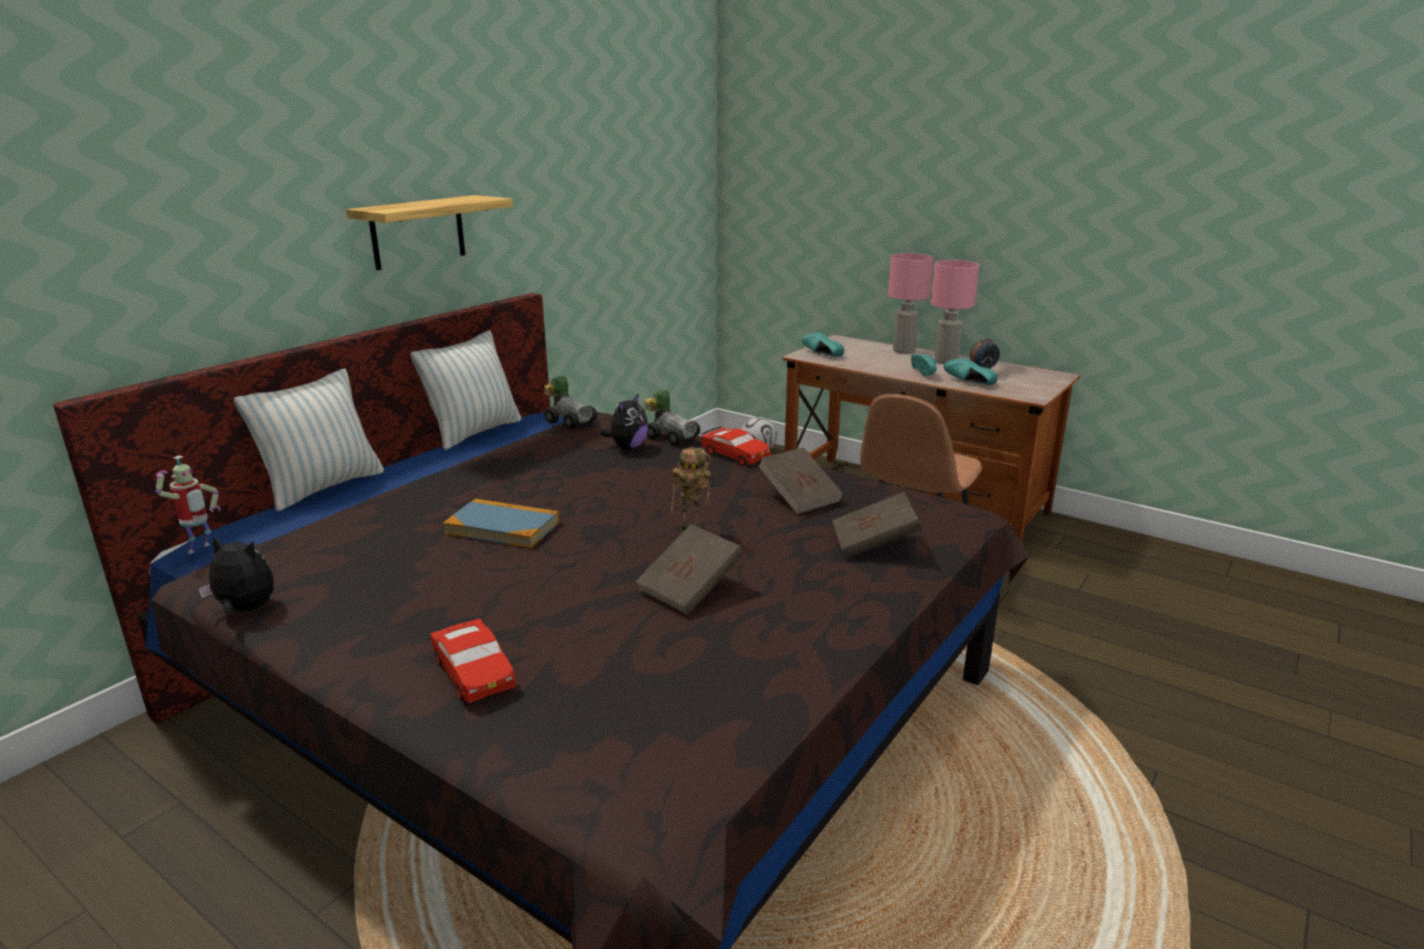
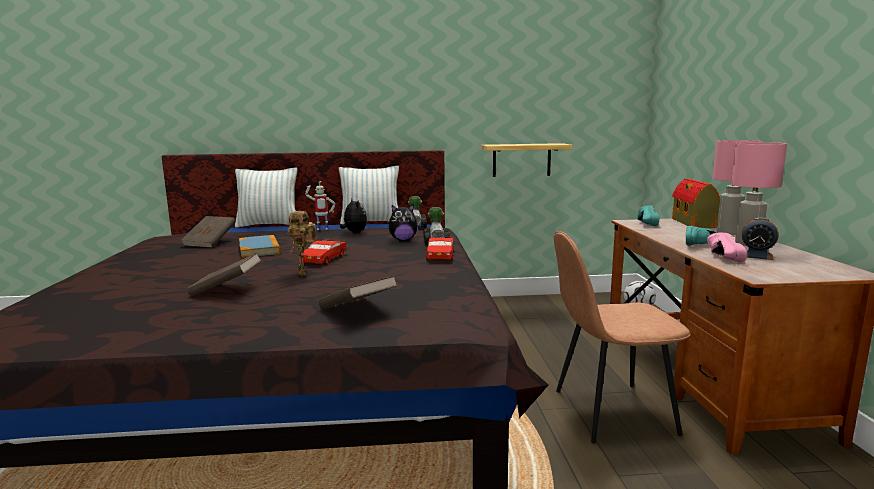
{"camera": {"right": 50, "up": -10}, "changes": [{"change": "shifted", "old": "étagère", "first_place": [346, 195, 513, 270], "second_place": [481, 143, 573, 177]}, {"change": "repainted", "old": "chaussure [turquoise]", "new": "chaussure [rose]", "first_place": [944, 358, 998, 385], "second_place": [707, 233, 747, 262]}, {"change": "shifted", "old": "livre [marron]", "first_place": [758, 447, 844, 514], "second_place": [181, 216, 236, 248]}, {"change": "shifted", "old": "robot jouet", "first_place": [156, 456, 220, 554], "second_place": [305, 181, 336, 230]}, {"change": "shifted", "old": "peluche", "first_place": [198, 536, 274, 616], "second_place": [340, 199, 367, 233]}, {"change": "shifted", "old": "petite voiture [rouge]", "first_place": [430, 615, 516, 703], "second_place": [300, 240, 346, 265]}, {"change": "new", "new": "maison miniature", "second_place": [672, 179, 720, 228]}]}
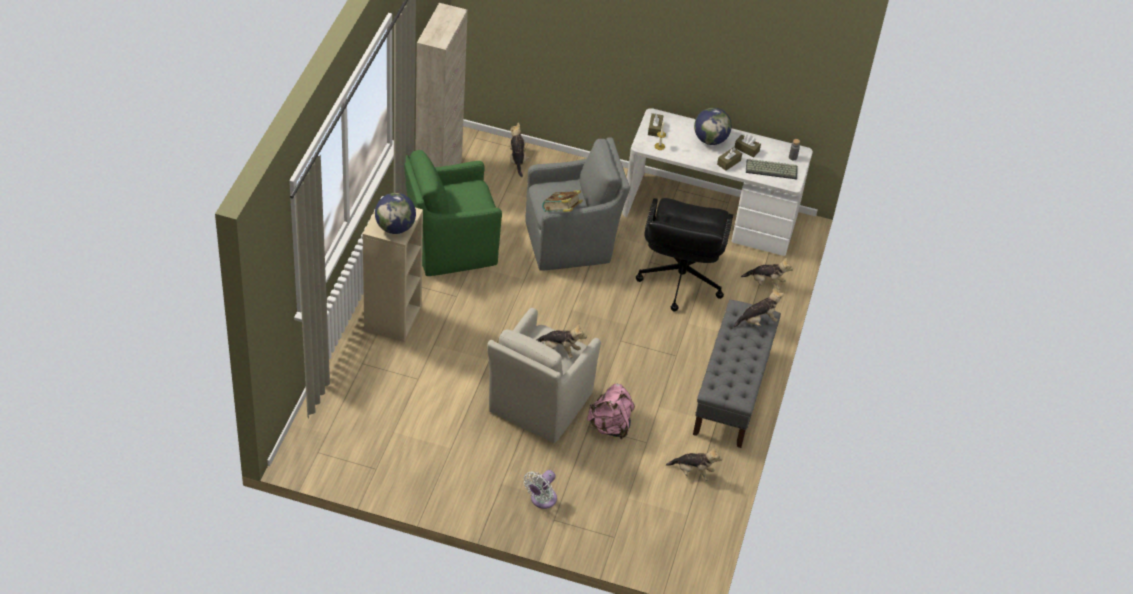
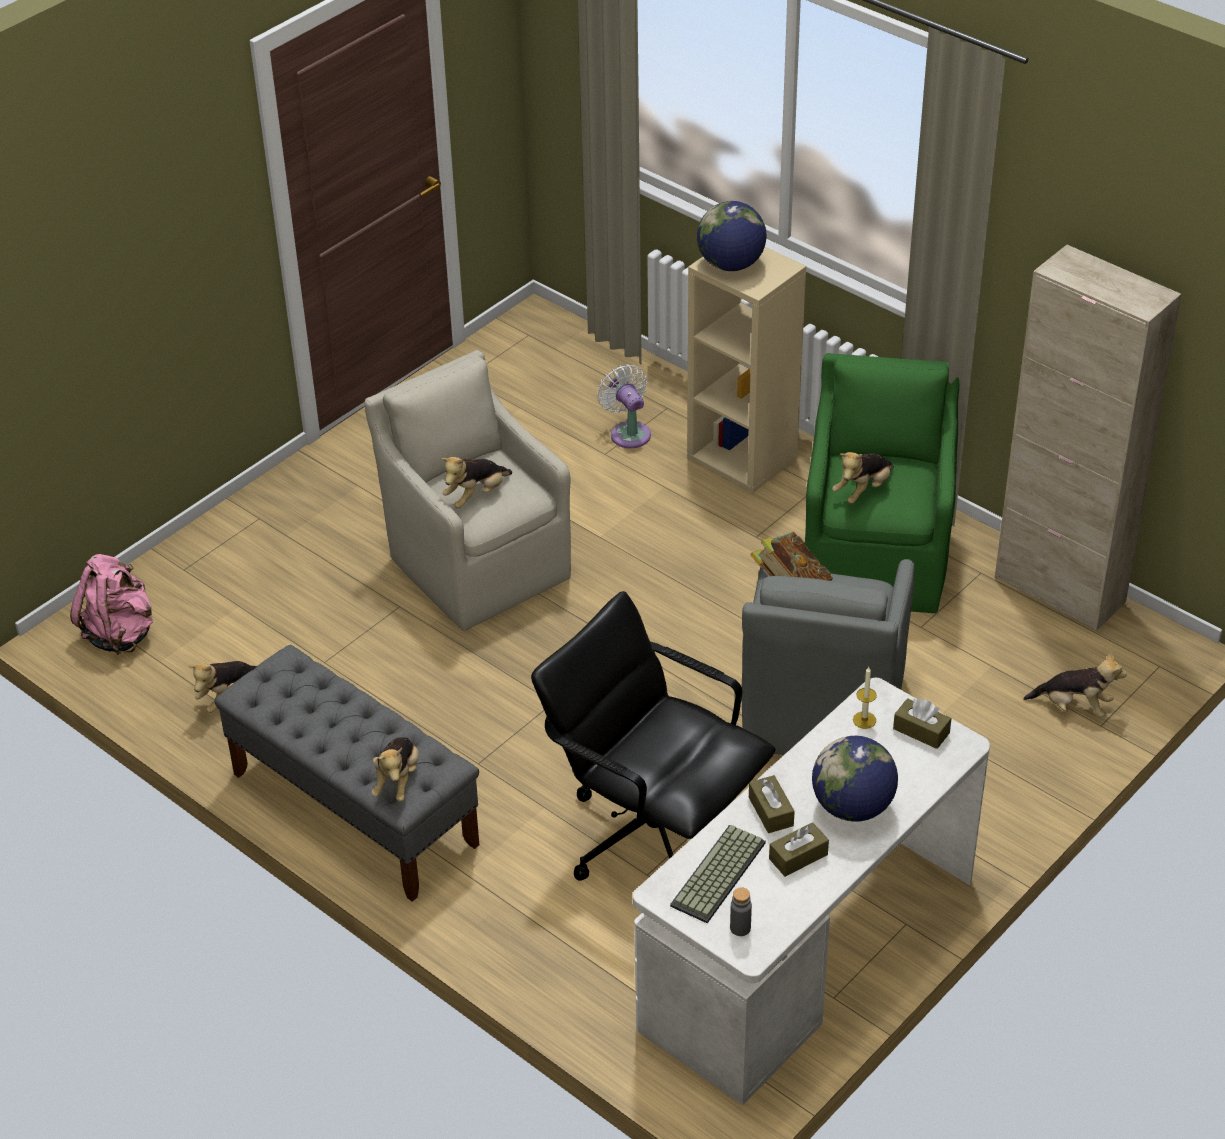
{"camera": {"right": 120, "up": -5}, "changes": [{"change": "shifted", "old": "peluche", "first_place": [741, 257, 793, 290], "second_place": [832, 452, 894, 504]}, {"change": "shifted", "old": "sac à dos [rose]", "first_place": [587, 384, 635, 439], "second_place": [70, 554, 153, 655]}, {"change": "shifted", "old": "ventilateur [blanc]", "first_place": [523, 470, 557, 509], "second_place": [597, 364, 651, 448]}]}
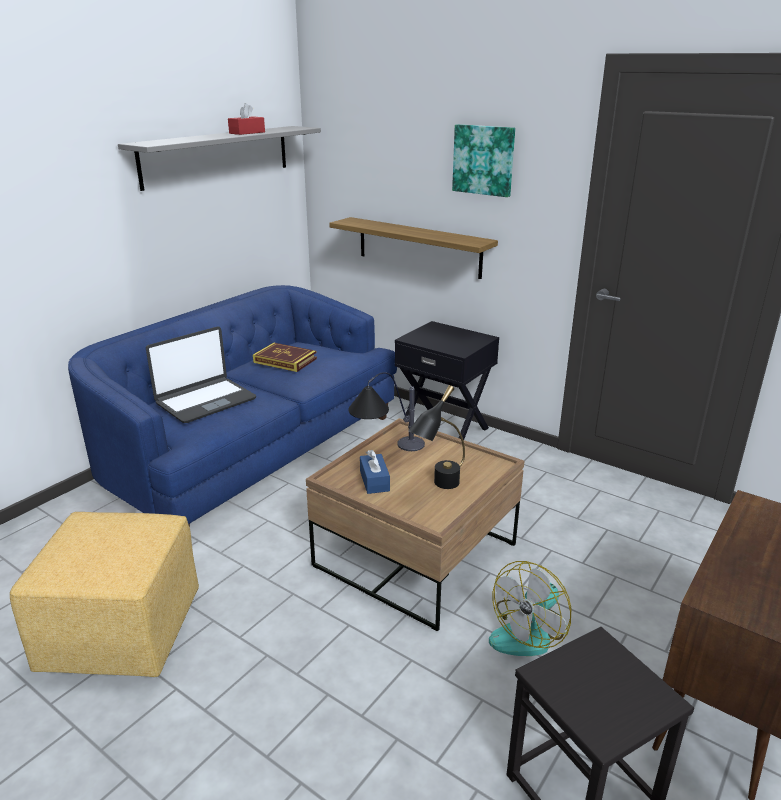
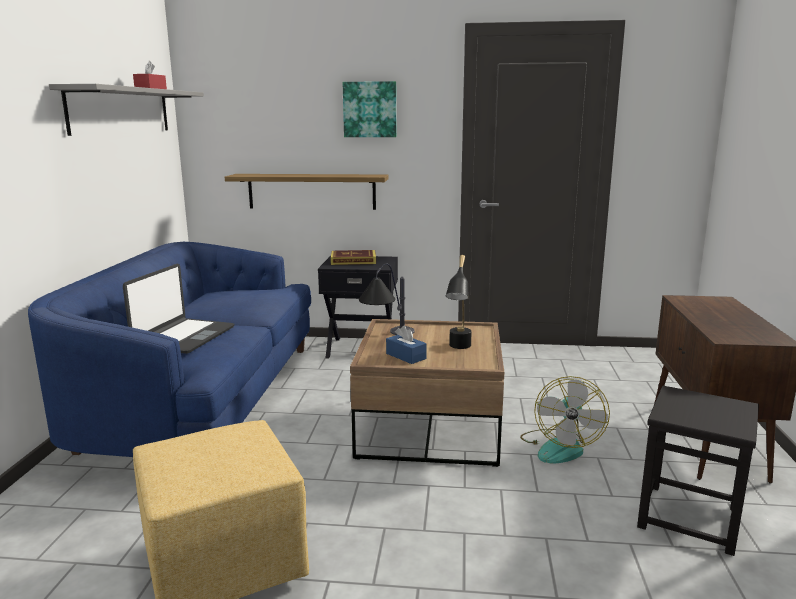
{"camera": {"right": -30, "up": -10}, "changes": [{"change": "shifted", "old": "livre", "first_place": [253, 343, 317, 372], "second_place": [331, 250, 376, 265]}]}
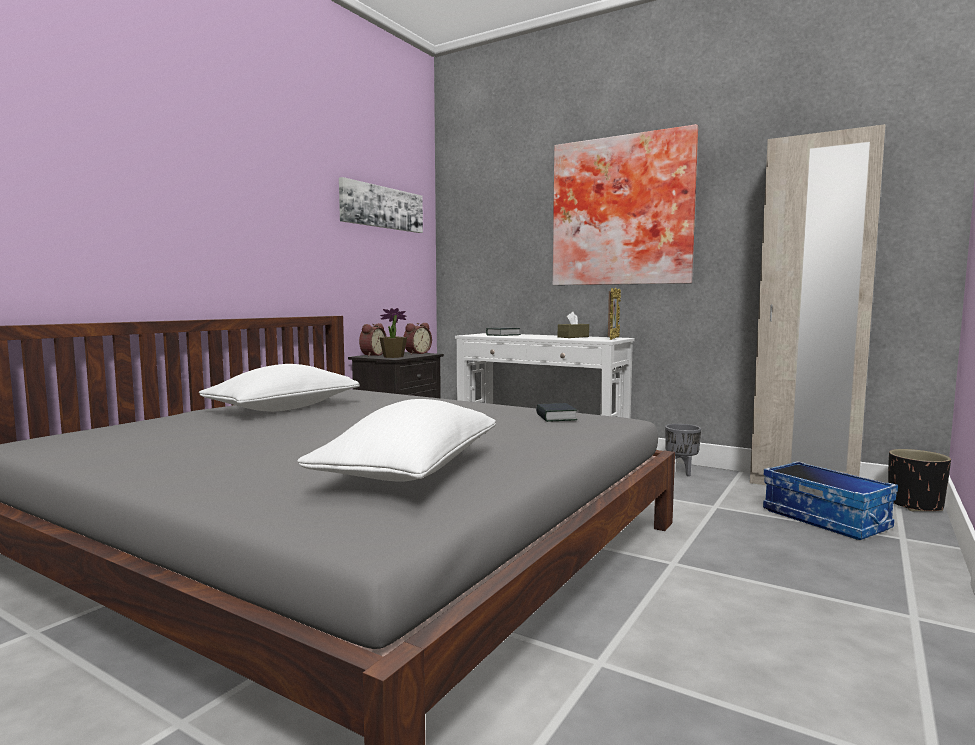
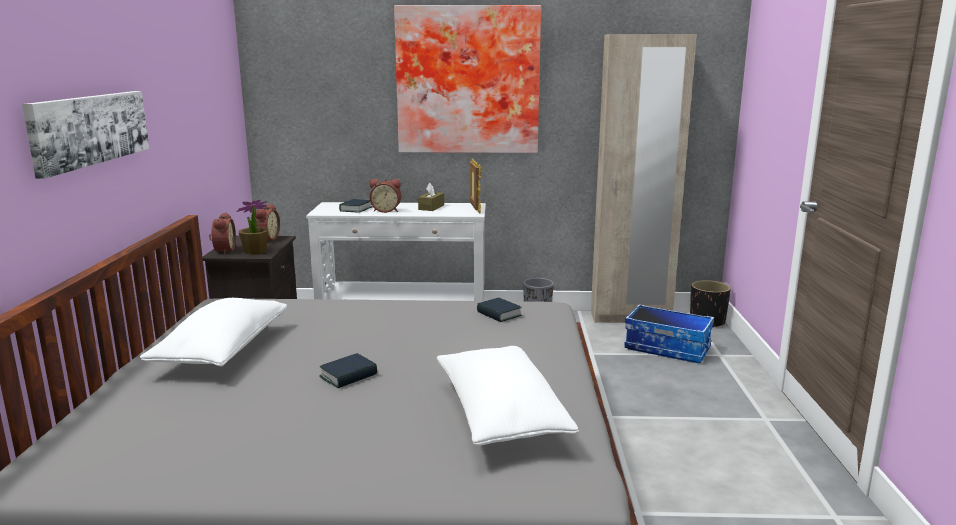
{"camera": {"right": -30, "up": 10}, "changes": [{"change": "shifted", "old": "tableau", "first_place": [339, 177, 423, 233], "second_place": [22, 91, 149, 179]}, {"change": "new", "new": "réveil", "second_place": [370, 179, 401, 213]}, {"change": "new", "new": "livre", "second_place": [319, 353, 377, 388]}]}
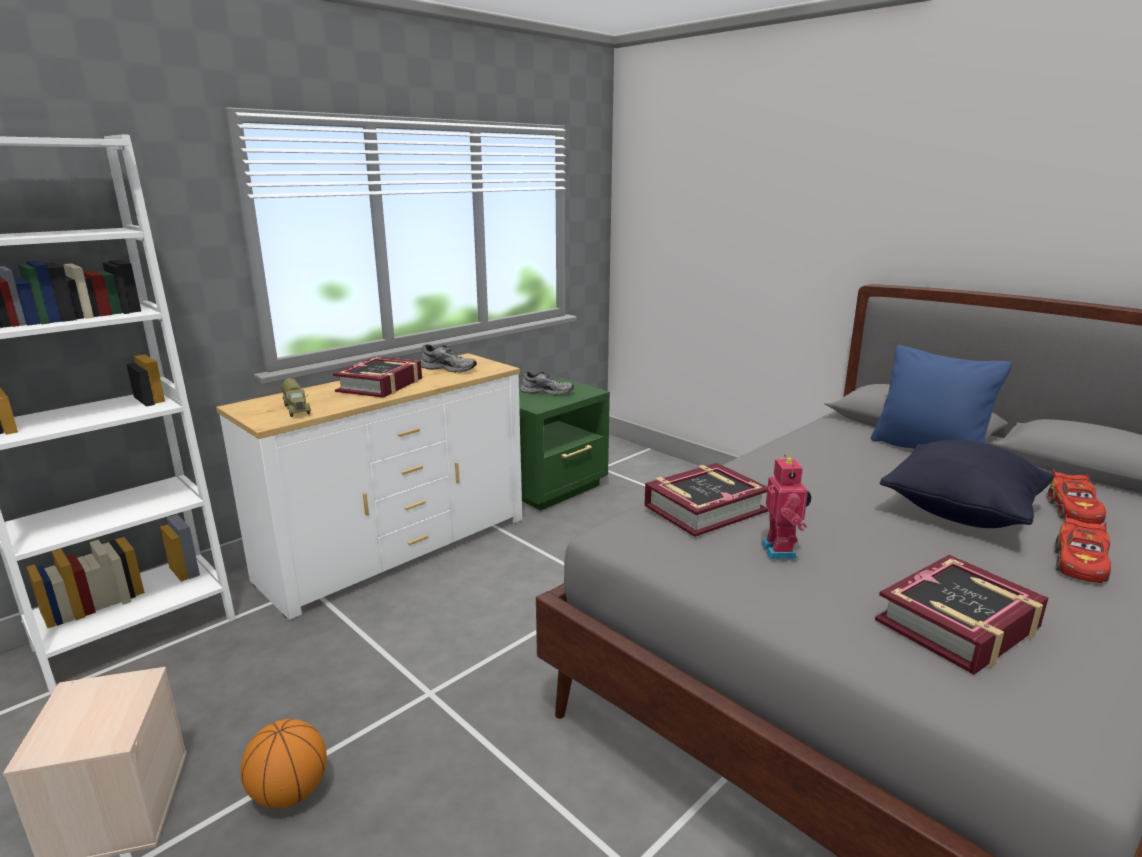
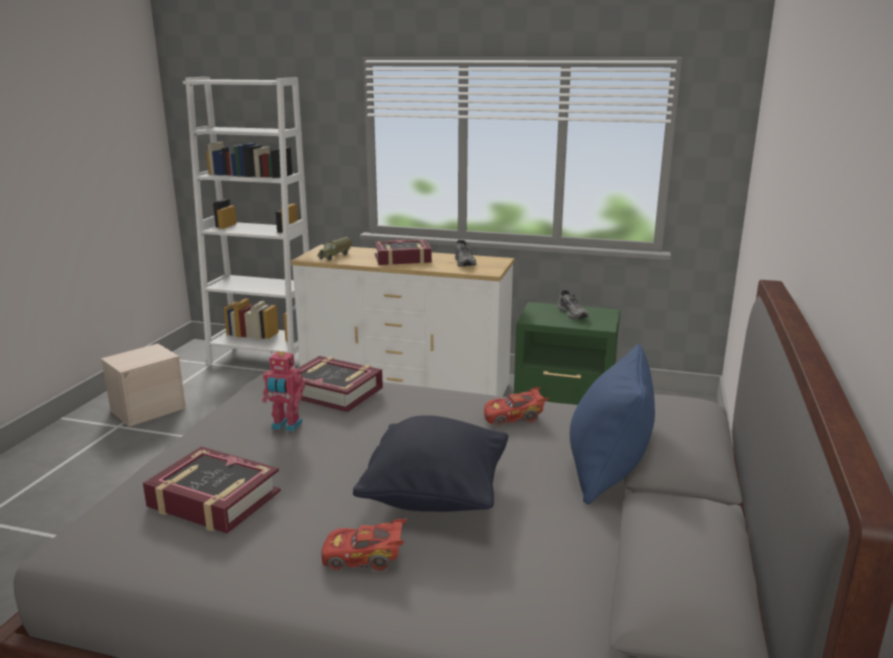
{"camera": {"right": 60, "up": 0}, "changes": [{"change": "rotated", "old": "robot jouet", "first_place": [761, 454, 811, 559], "second_place": [262, 351, 305, 432], "degrees": 45}, {"change": "shifted", "old": "petite voiture [rouge]", "first_place": [1047, 469, 1106, 524], "second_place": [484, 387, 548, 426]}, {"change": "gone", "old": "ballon de basket", "first_place": [241, 719, 327, 808]}]}
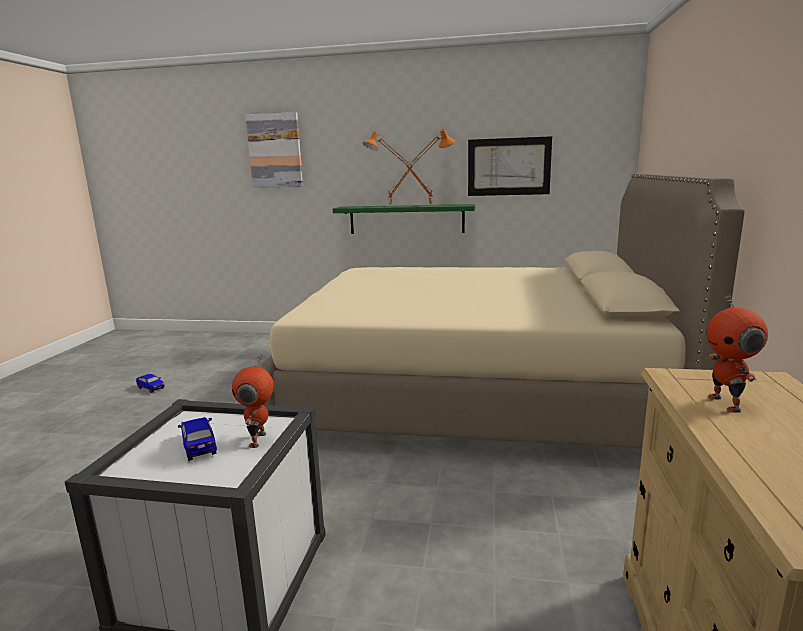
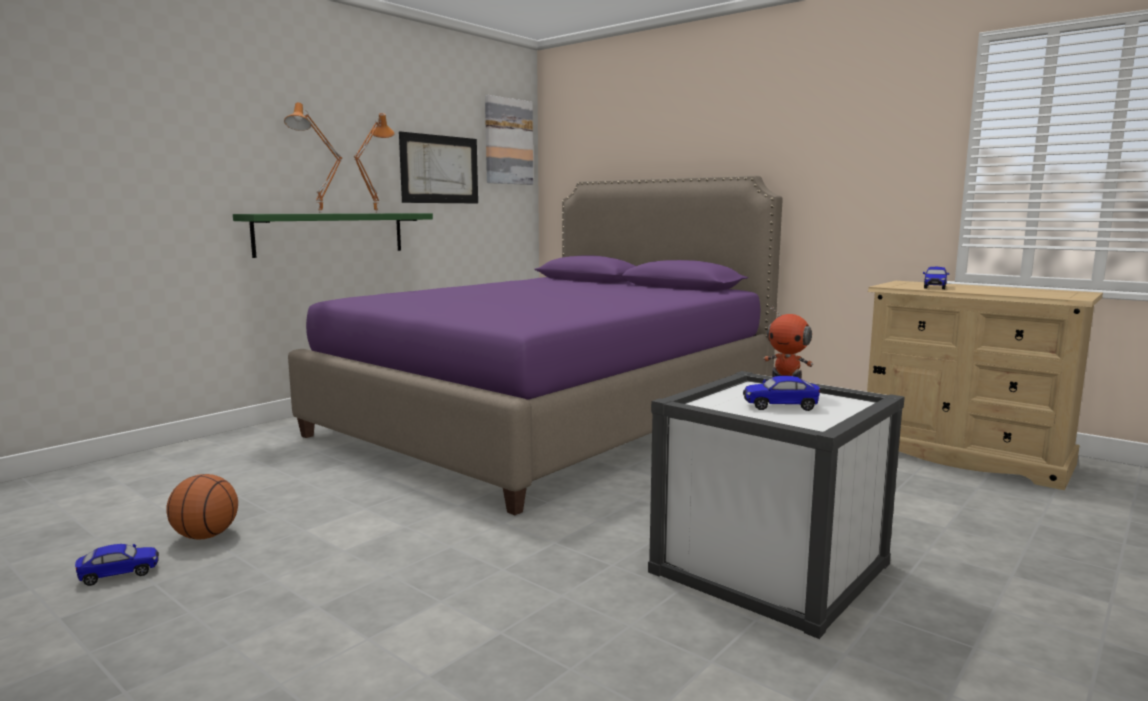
{"camera": {"right": -60, "up": -5}, "changes": [{"change": "shifted", "old": "tableau", "first_place": [245, 112, 303, 188], "second_place": [485, 95, 533, 185]}, {"change": "repainted", "old": "lit [beige]", "new": "lit [violet]", "first_place": [260, 173, 745, 448], "second_place": [288, 175, 783, 515]}, {"change": "swapped", "old": "robot jouet", "new": "petite voiture", "first_place": [706, 294, 768, 413], "second_place": [923, 267, 949, 289]}, {"change": "new", "new": "ballon de basket", "second_place": [166, 474, 238, 540]}]}
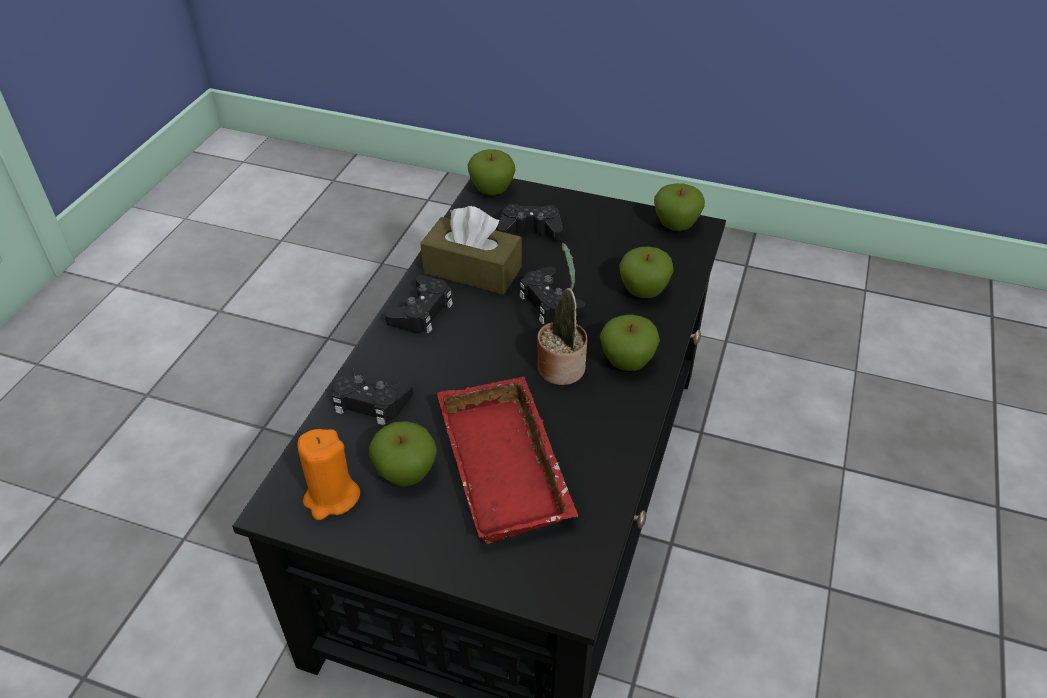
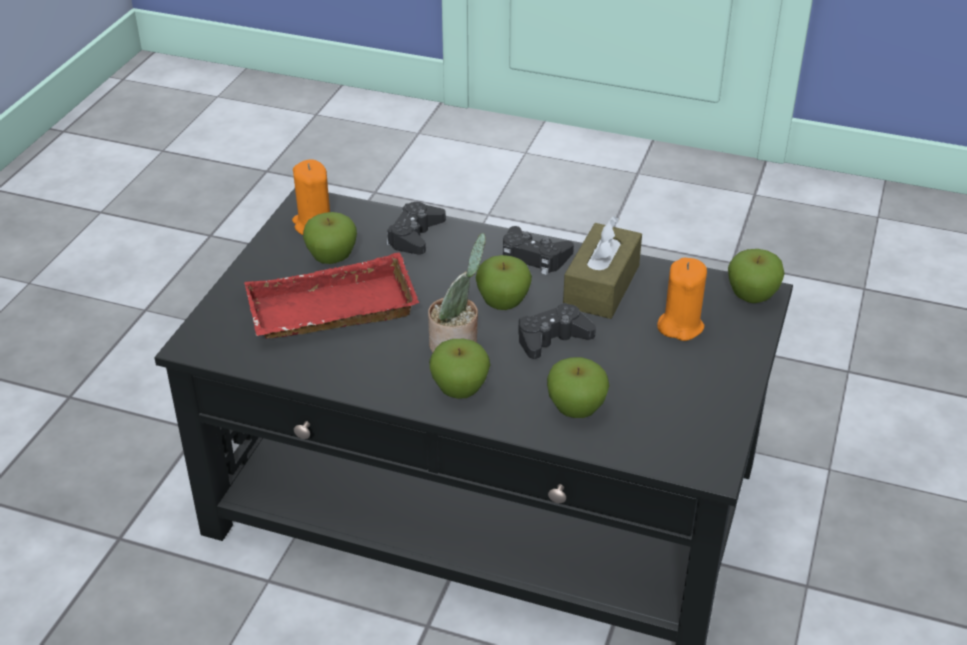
{"camera": {"right": 90, "up": -5}, "changes": [{"change": "shifted", "old": "pomme", "first_place": [654, 183, 705, 231], "second_place": [476, 255, 532, 310]}, {"change": "swapped", "old": "manette [noir]", "new": "bougie [orange]", "first_place": [498, 204, 563, 240], "second_place": [657, 257, 707, 341]}]}
